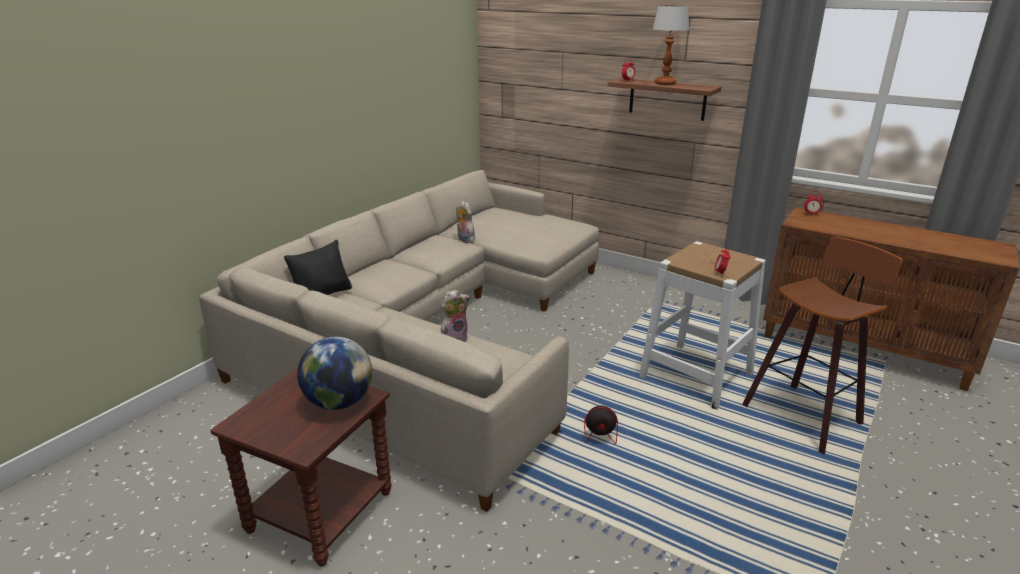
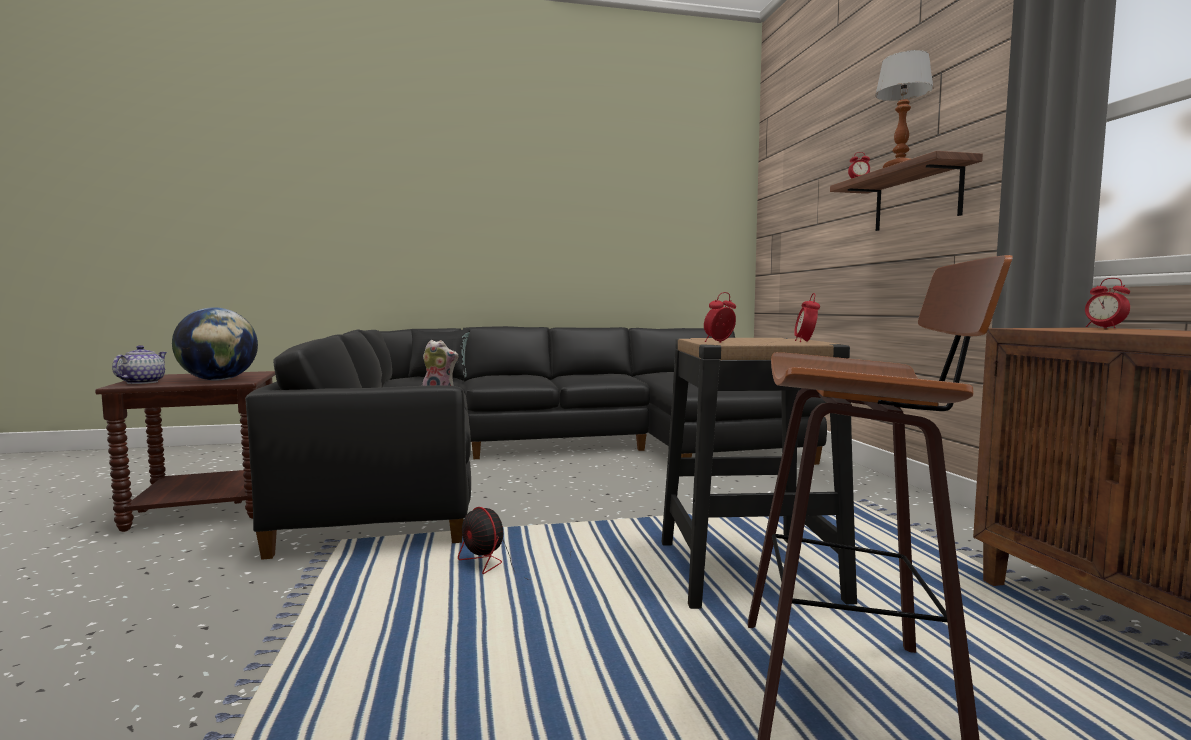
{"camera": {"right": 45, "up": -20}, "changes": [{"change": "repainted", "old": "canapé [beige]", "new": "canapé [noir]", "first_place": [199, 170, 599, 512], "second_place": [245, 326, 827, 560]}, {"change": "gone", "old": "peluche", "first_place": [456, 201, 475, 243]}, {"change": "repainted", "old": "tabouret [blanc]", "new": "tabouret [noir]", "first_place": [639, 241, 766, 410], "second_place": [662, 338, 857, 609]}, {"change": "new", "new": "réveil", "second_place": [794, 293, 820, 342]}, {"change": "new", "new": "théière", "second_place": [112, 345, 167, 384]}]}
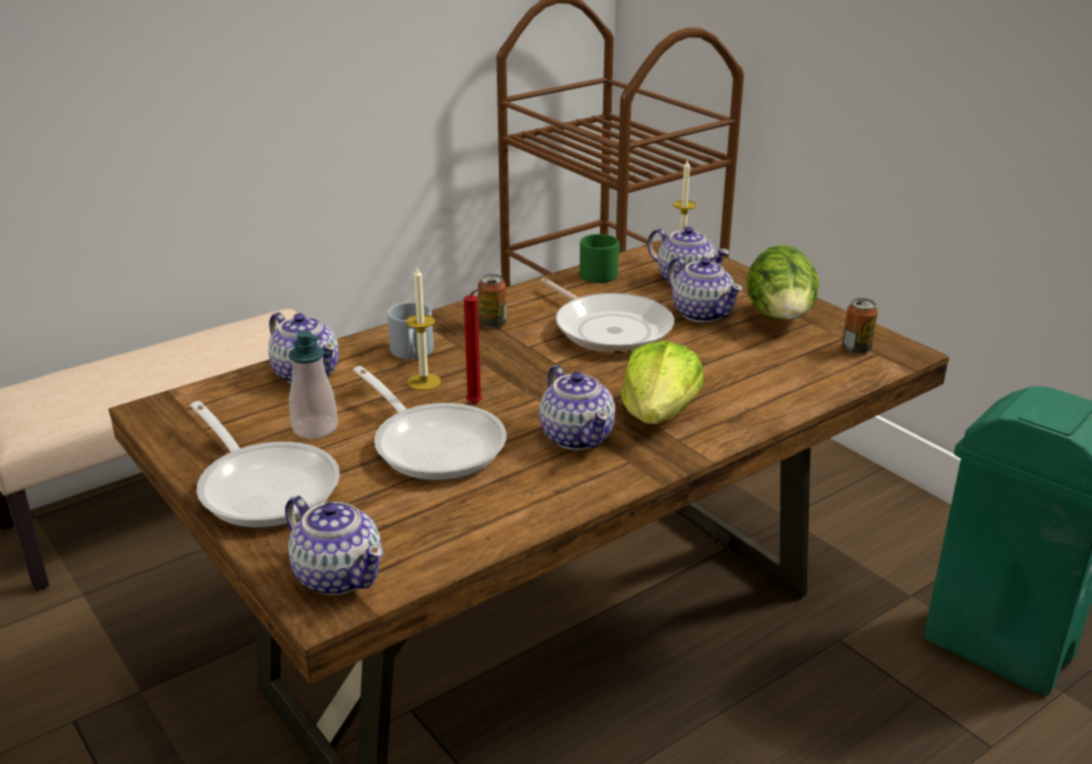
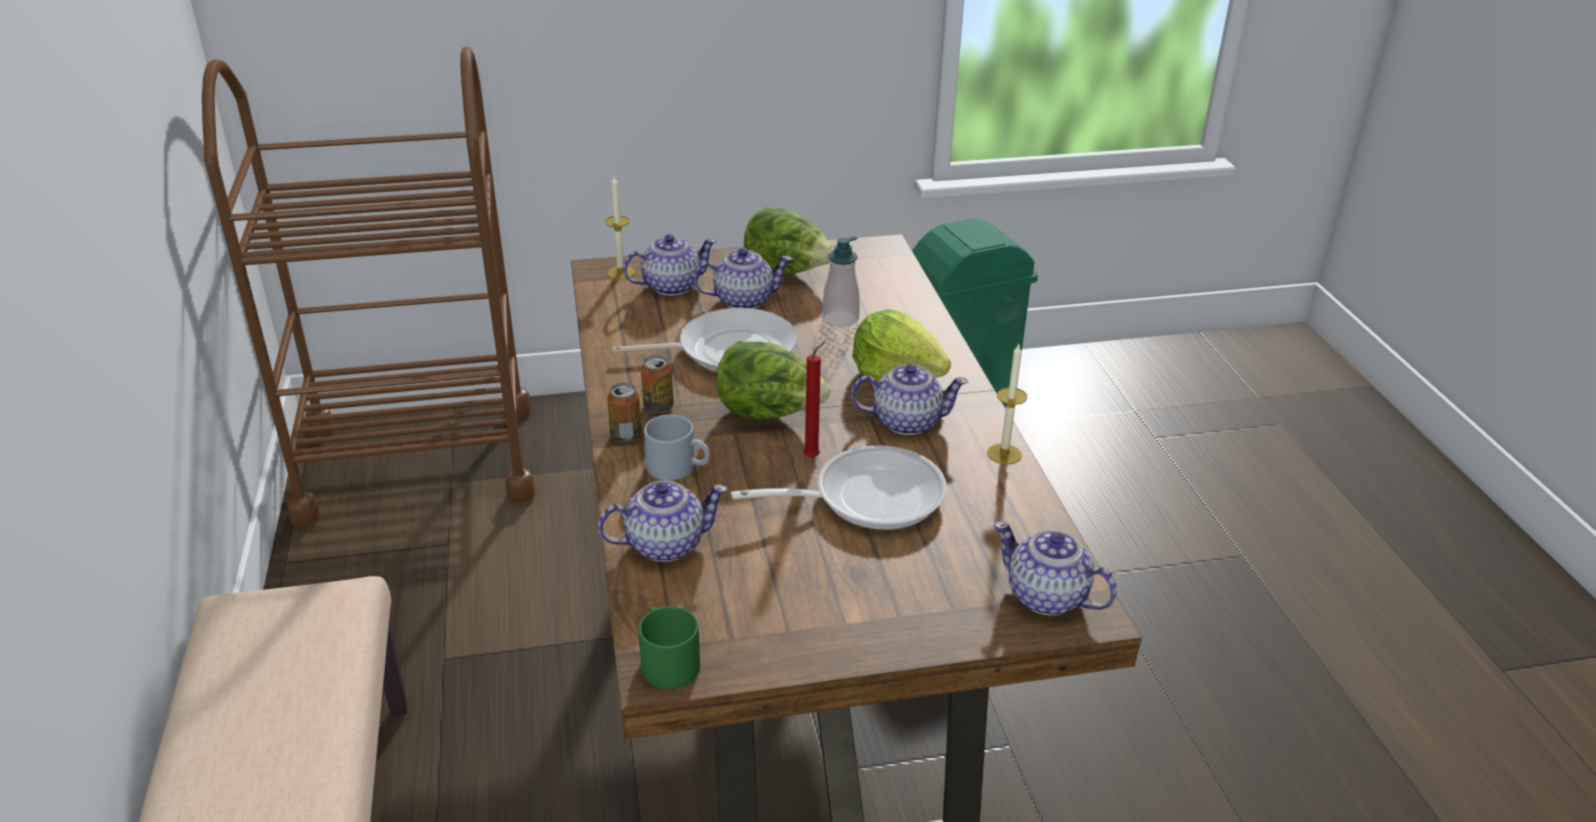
{"camera": {"right": -65, "up": 5}, "changes": [{"change": "shifted", "old": "mug [vert]", "first_place": [580, 234, 620, 283], "second_place": [638, 606, 700, 689]}, {"change": "shifted", "old": "bougie", "first_place": [406, 266, 441, 390], "second_place": [987, 344, 1027, 465]}, {"change": "shifted", "old": "boîte métallique", "first_place": [842, 298, 878, 354], "second_place": [607, 383, 641, 442]}, {"change": "shifted", "old": "distributeur de savon", "first_place": [288, 331, 338, 439], "second_place": [822, 236, 860, 327]}, {"change": "gone", "old": "poêle", "first_place": [190, 401, 340, 528]}, {"change": "rotated", "old": "théière", "first_place": [285, 496, 384, 595], "second_place": [994, 521, 1117, 616], "degrees": -120}, {"change": "new", "new": "laitue", "second_place": [716, 341, 830, 419]}]}
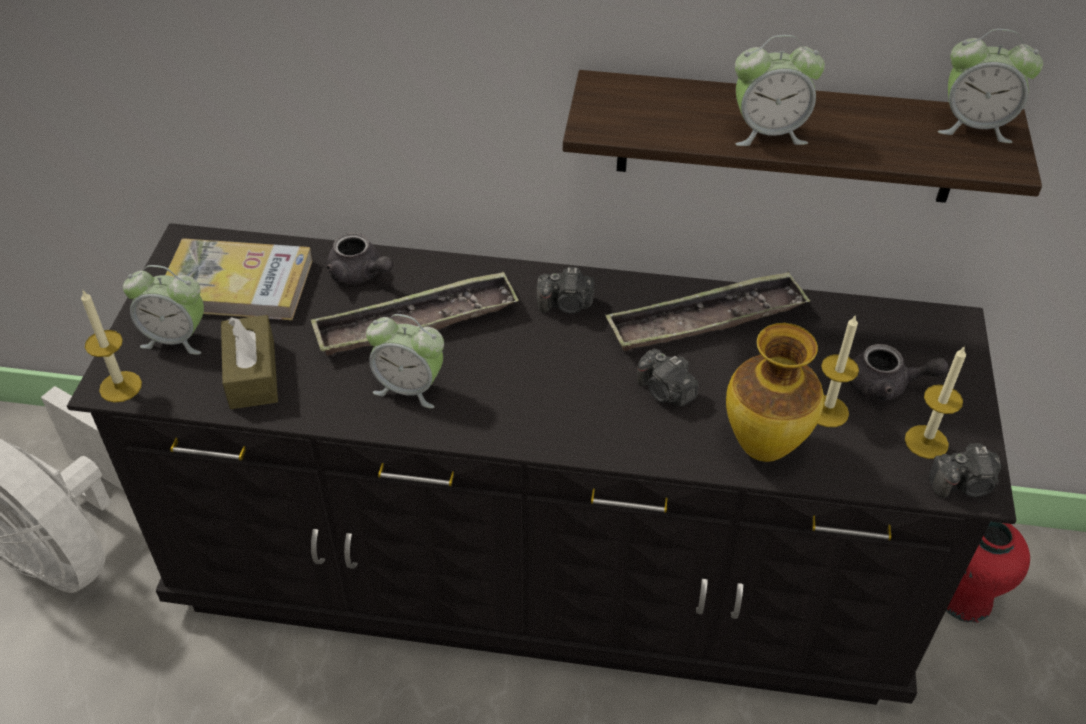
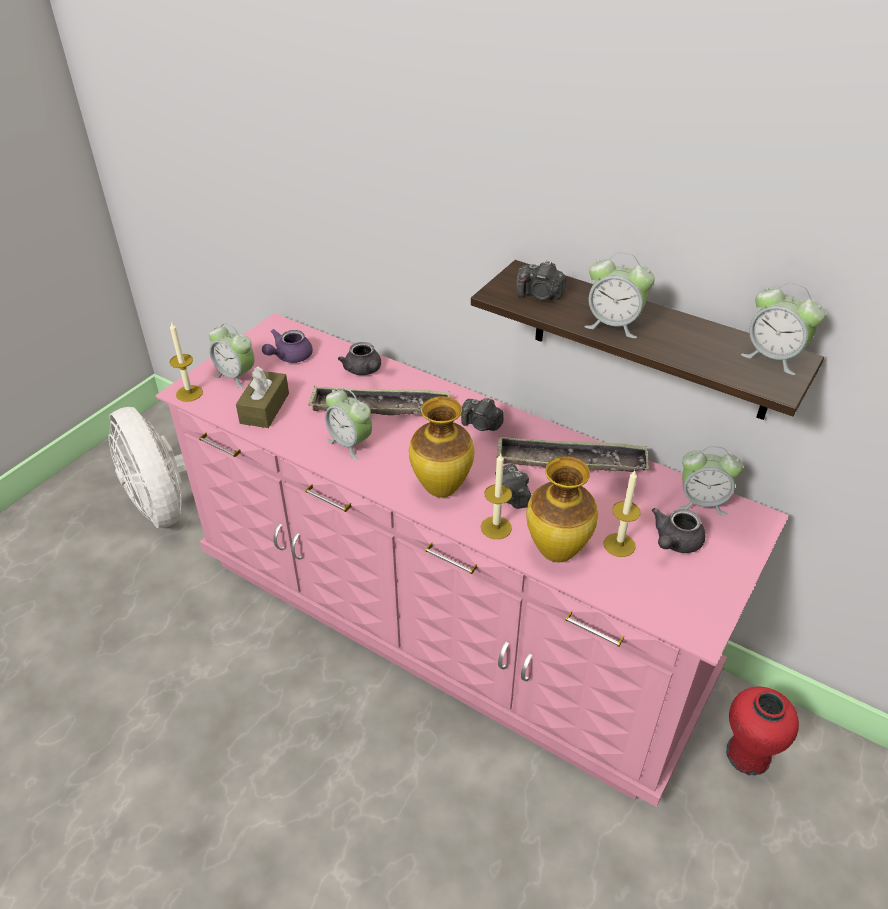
{"camera": {"right": 25, "up": -5}, "changes": [{"change": "repainted", "old": "commode [noir]", "new": "commode [rose]", "first_place": [67, 223, 1017, 705], "second_place": [156, 313, 788, 807]}, {"change": "swapped", "old": "livre", "new": "théière [violet]", "first_place": [165, 239, 312, 320], "second_place": [262, 329, 313, 363]}, {"change": "rotated", "old": "théière [gris]", "first_place": [849, 344, 949, 402], "second_place": [652, 508, 705, 553], "degrees": 90}, {"change": "shifted", "old": "bougie", "first_place": [905, 346, 966, 459], "second_place": [481, 453, 512, 539]}, {"change": "shifted", "old": "appareil photo", "first_place": [929, 443, 1001, 498], "second_place": [516, 260, 566, 300]}, {"change": "new", "new": "vase", "second_place": [409, 396, 474, 498]}, {"change": "new", "new": "réveil", "second_place": [678, 446, 743, 515]}]}
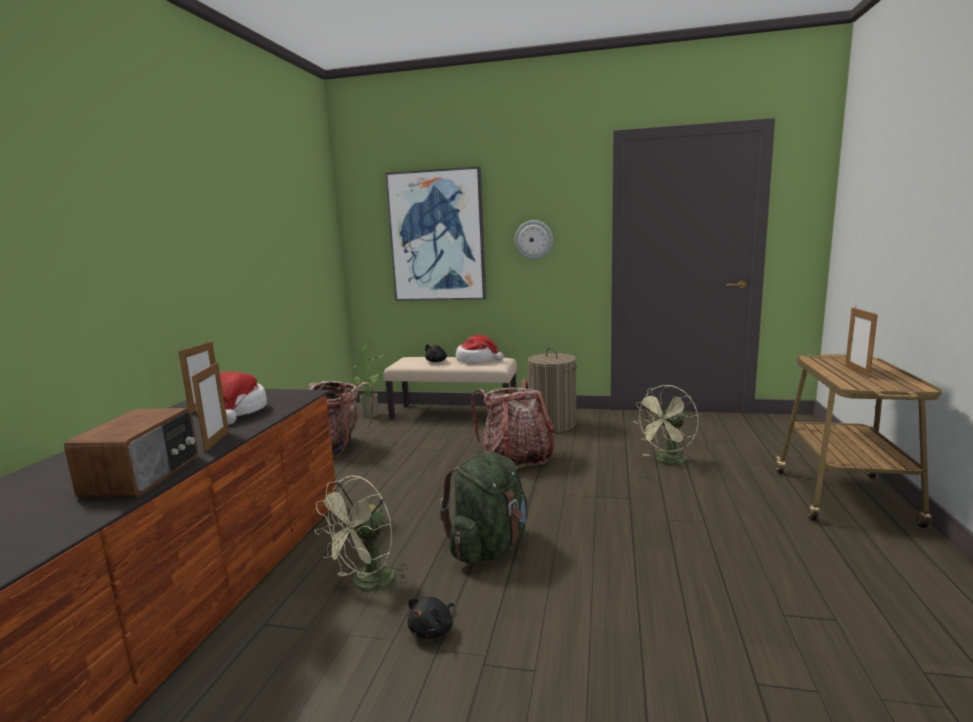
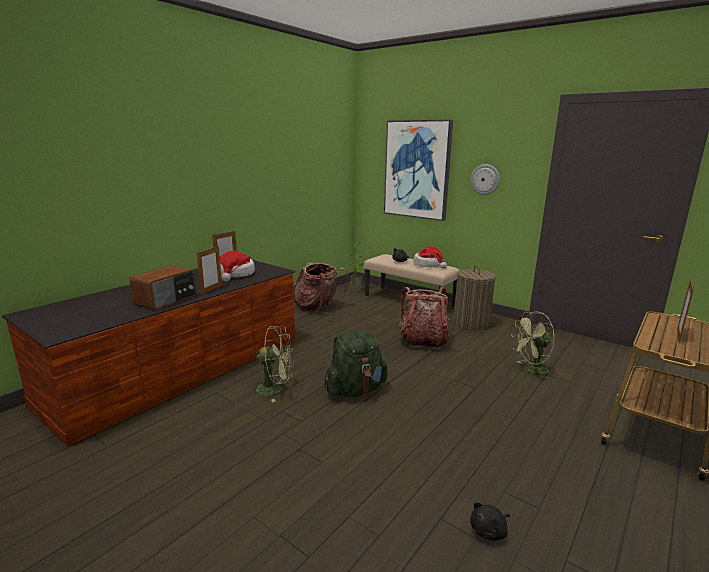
{"camera": {"right": 25, "up": 5}, "changes": [{"change": "rotated", "old": "ventilateur [vert]", "first_place": [314, 475, 408, 593], "second_place": [252, 326, 294, 403], "degrees": -150}, {"change": "shifted", "old": "peluche [noir]", "first_place": [407, 597, 454, 639], "second_place": [470, 502, 510, 541]}]}
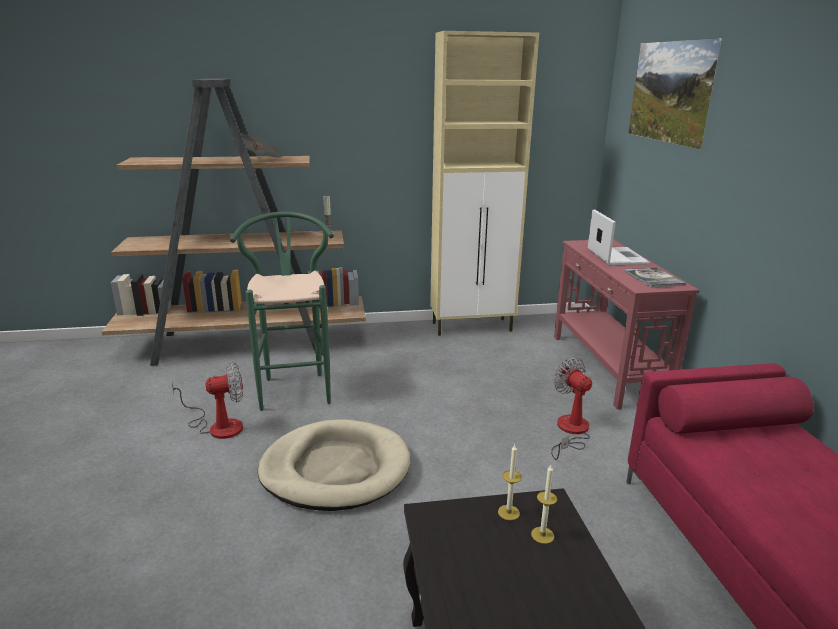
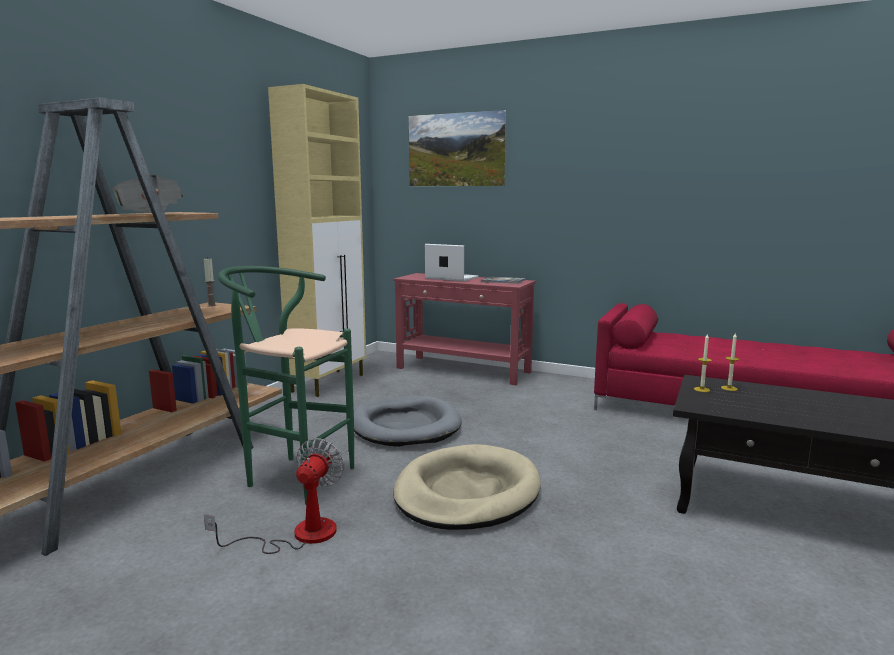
{"camera": {"right": -55, "up": -10}, "changes": [{"change": "gone", "old": "ventilateur", "first_place": [551, 358, 592, 460]}, {"change": "new", "new": "panier pour chien [gris]", "second_place": [354, 396, 462, 447]}]}
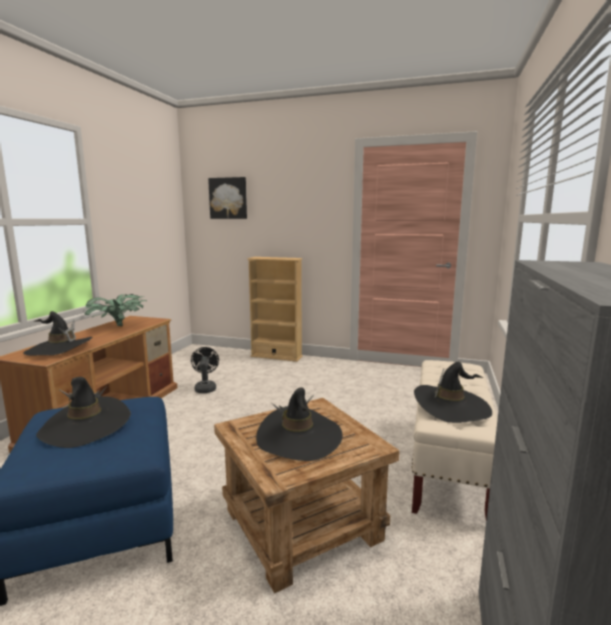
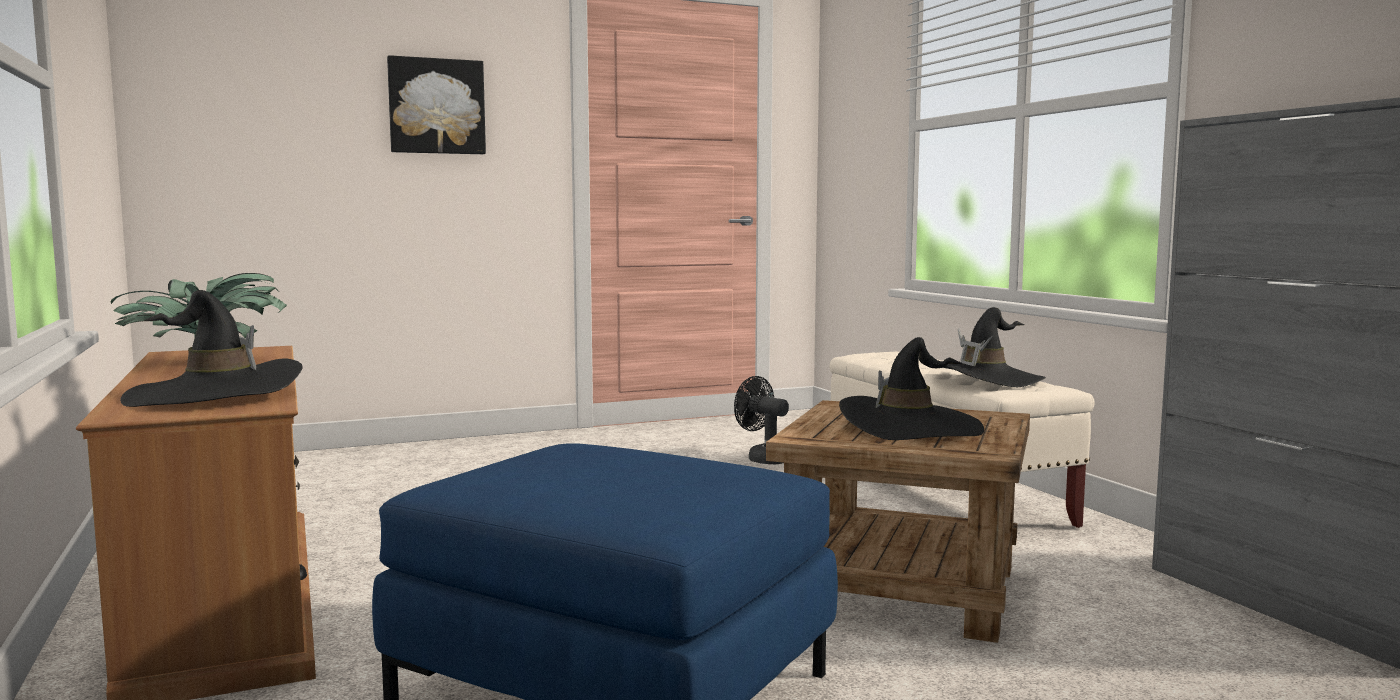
{"camera": {"right": -40, "up": -5}, "changes": [{"change": "shifted", "old": "tableau", "first_place": [208, 177, 247, 219], "second_place": [387, 55, 486, 154]}, {"change": "gone", "old": "bibliothèque [beige]", "first_place": [247, 257, 303, 362]}, {"change": "shifted", "old": "ventilateur [noir]", "first_place": [191, 347, 219, 393], "second_place": [734, 376, 789, 464]}, {"change": "gone", "old": "chapeau [noir]", "first_place": [36, 377, 131, 448]}]}
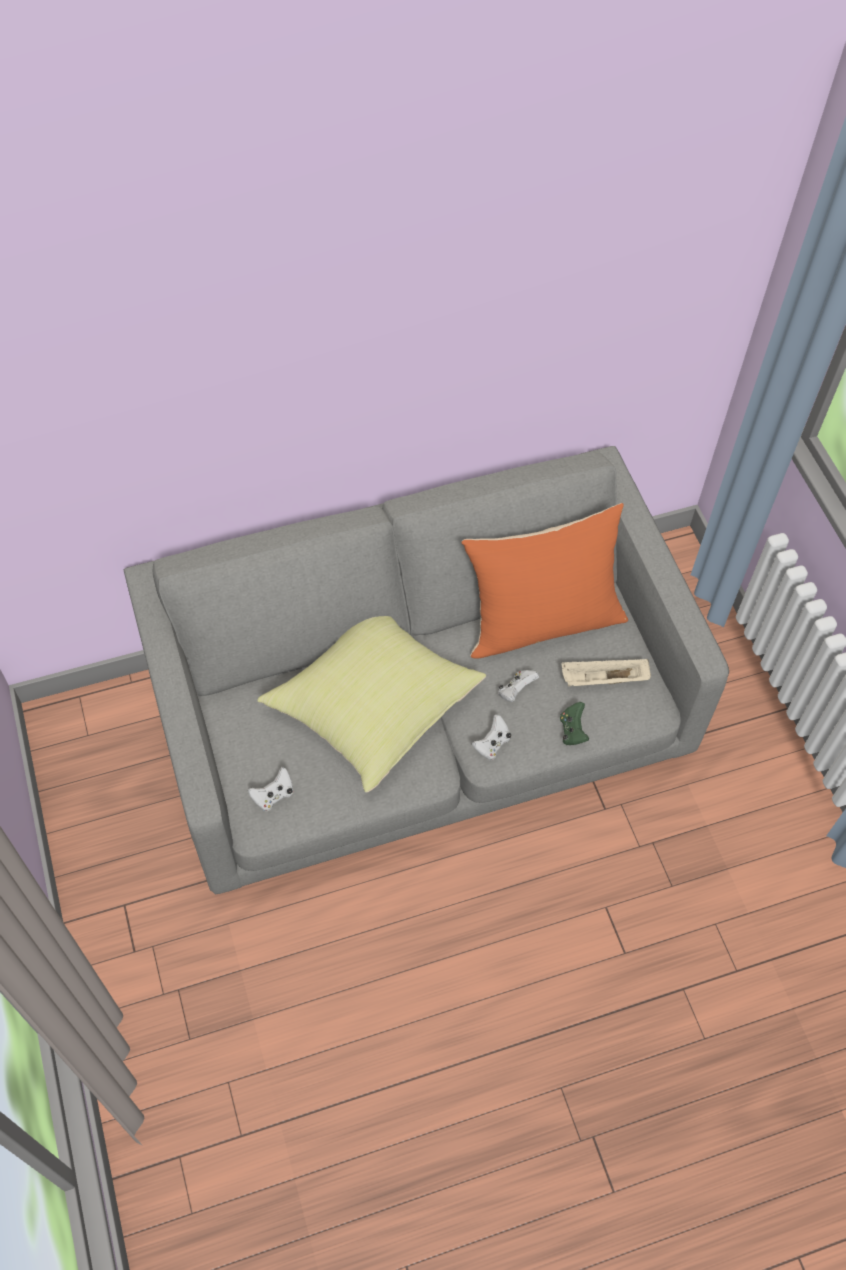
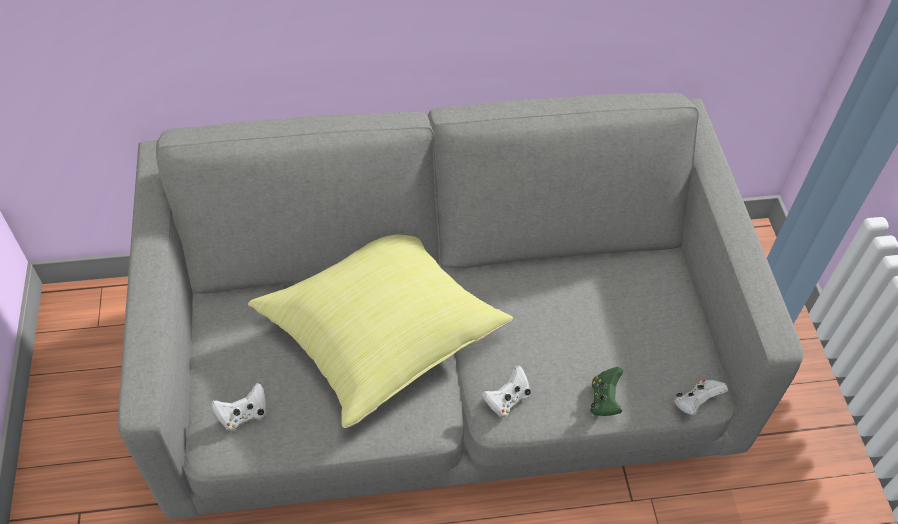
{"camera": {"right": 10, "up": -5}, "changes": [{"change": "gone", "old": "coussin [orange]", "first_place": [461, 503, 628, 659]}, {"change": "gone", "old": "plateau [beige]", "first_place": [561, 659, 651, 687]}, {"change": "shifted", "old": "manette [blanc]", "first_place": [498, 670, 539, 702], "second_place": [674, 380, 728, 415]}]}
